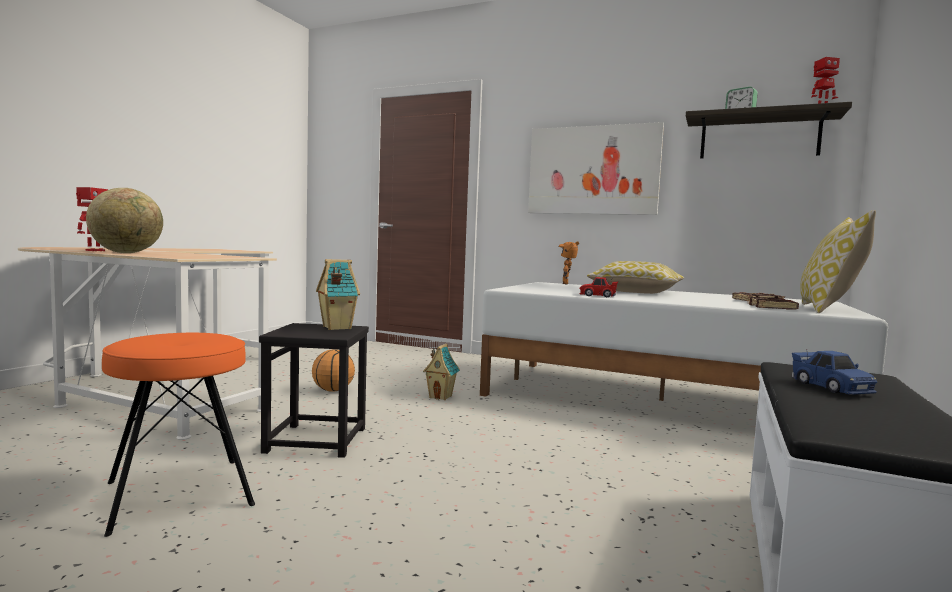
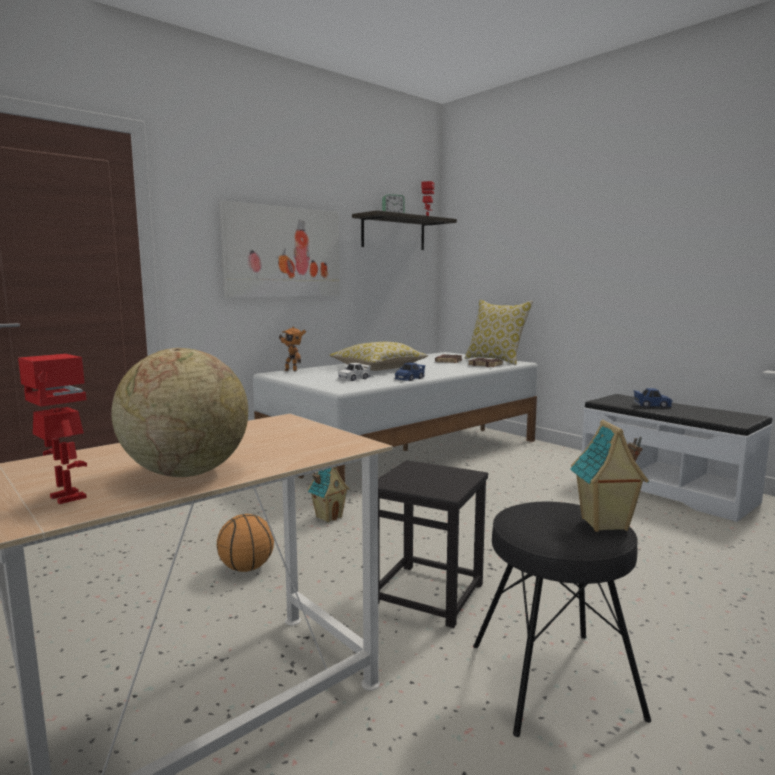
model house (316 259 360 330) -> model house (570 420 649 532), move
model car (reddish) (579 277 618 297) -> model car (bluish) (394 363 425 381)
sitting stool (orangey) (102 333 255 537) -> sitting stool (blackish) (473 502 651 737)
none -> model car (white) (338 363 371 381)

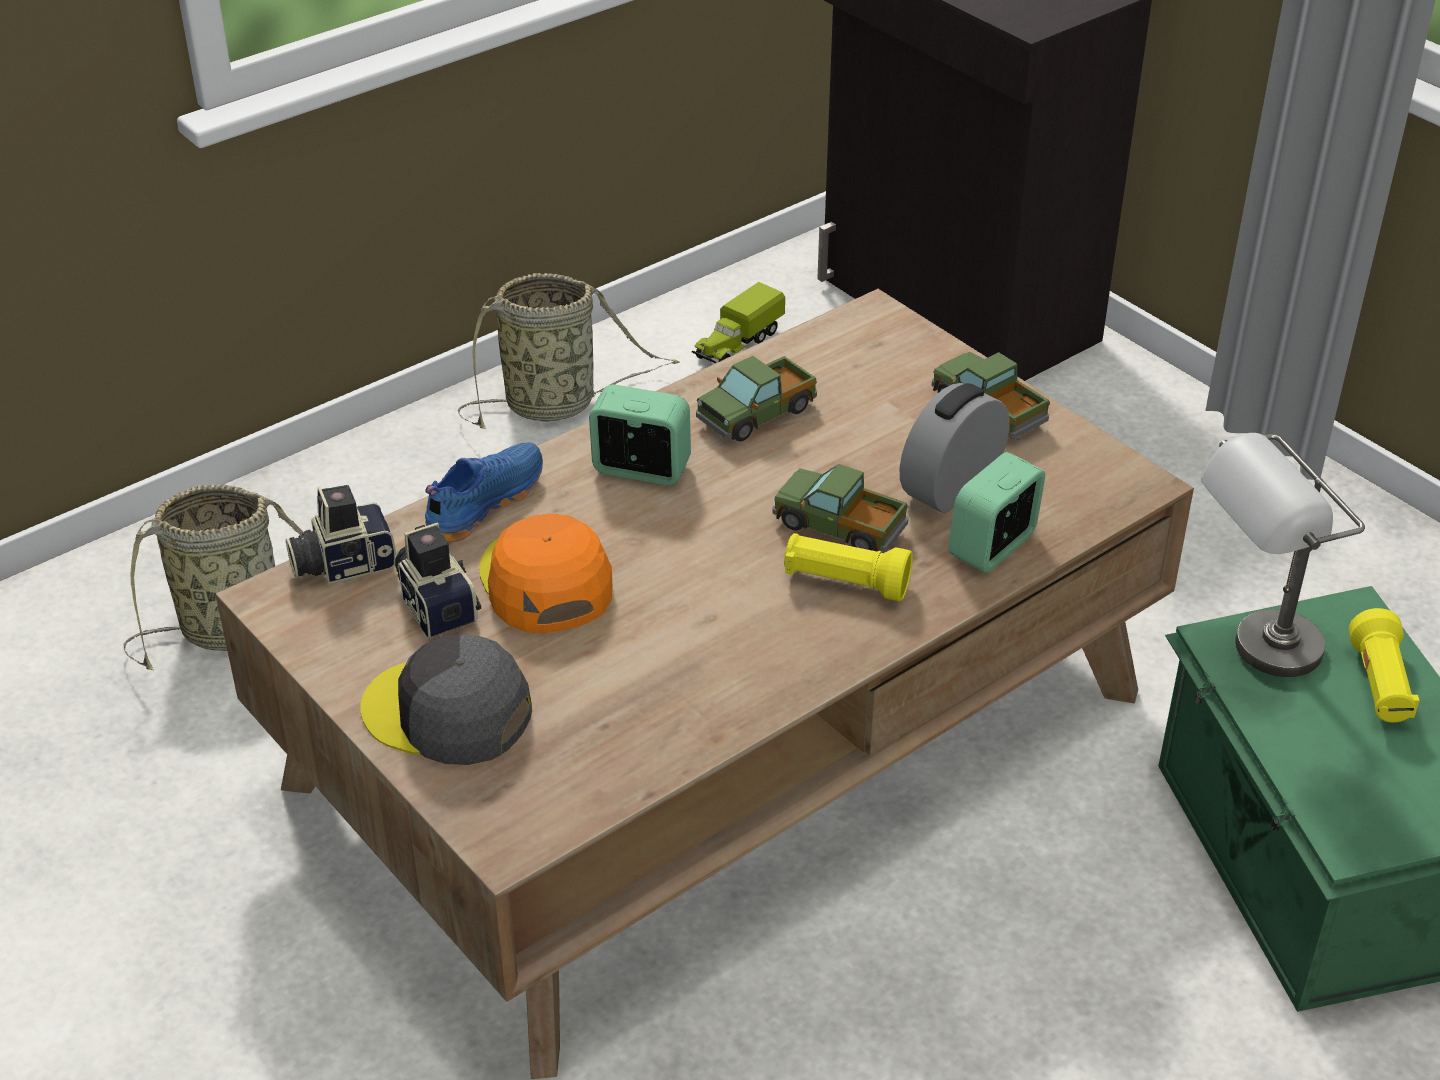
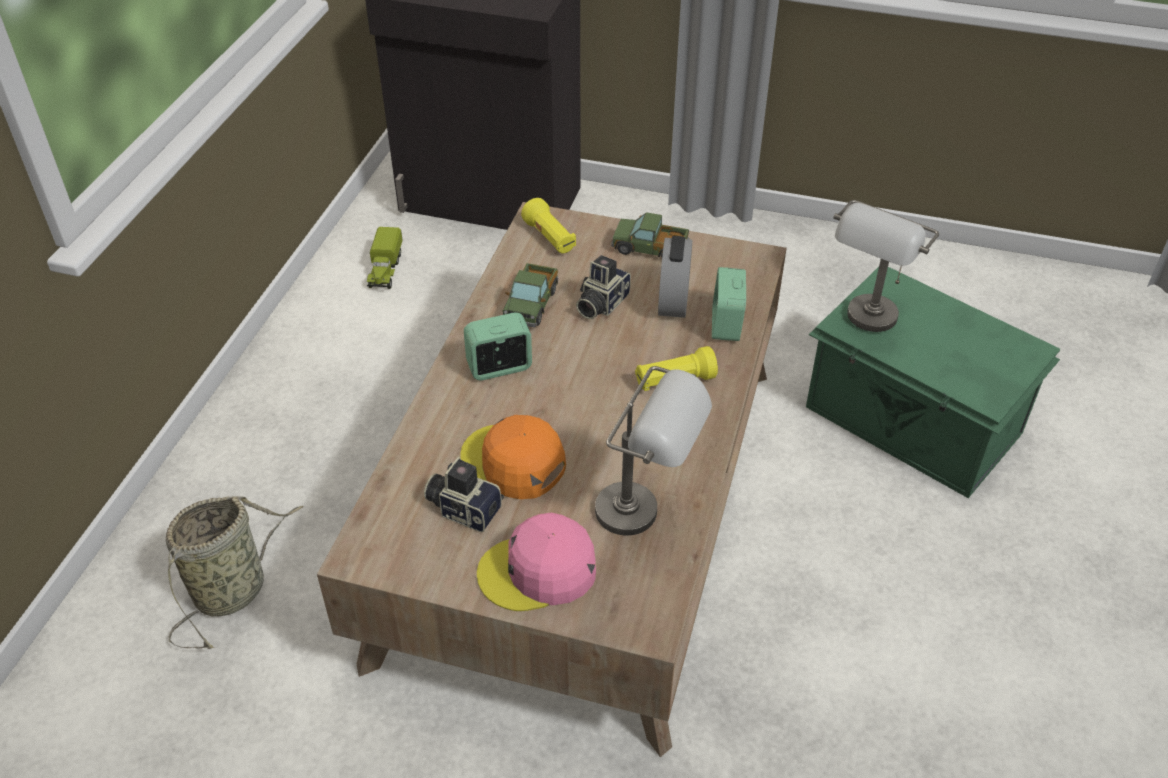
basket (458 273 680 429) -> none
shoe (bluish) (425 442 543 542) -> none
model truck (772 464 908 553) -> none
photo camera (286 485 396 585) -> photo camera (576 255 631 319), move
torch (yellow) (1349 608 1420 722) -> torch (yellow) (521 198 576 254), move
peaked cap (gray) (360 634 532 765) -> peaked cap (pink-coloured) (477 513 596 611)
none -> table lamp (gray) (595 366 712 535)

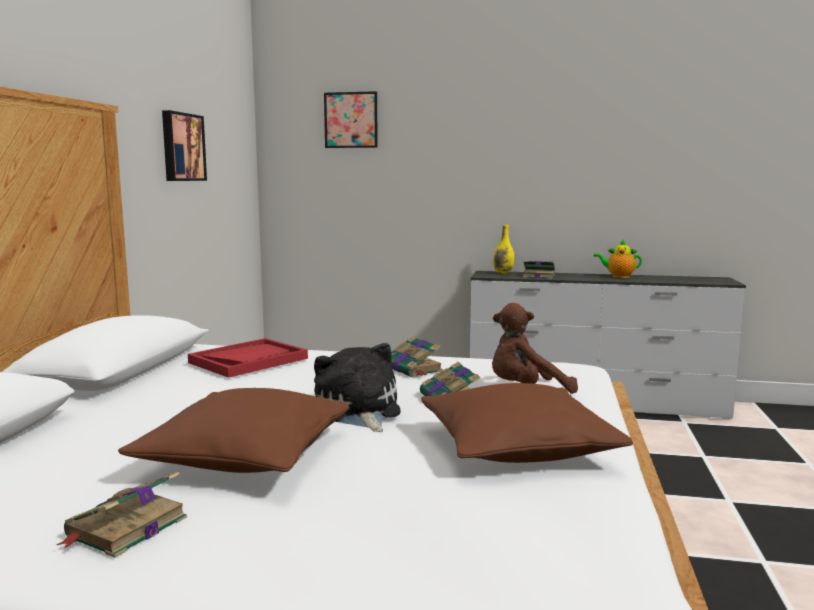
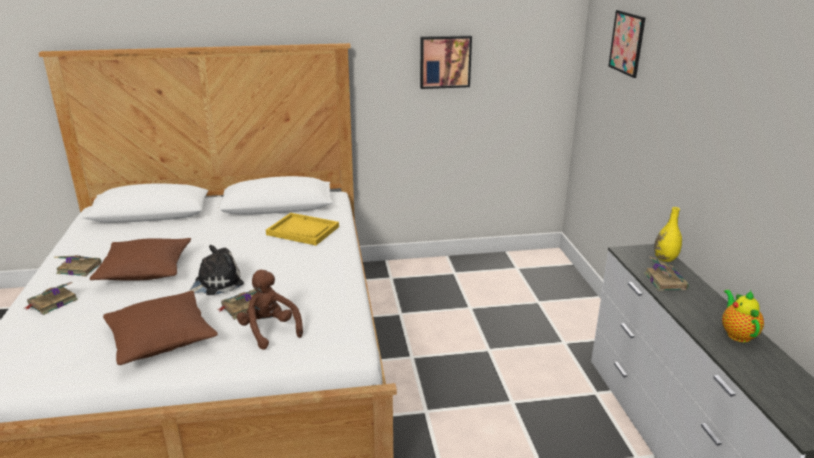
volume (391 336 443 377) -> volume (23 282 78 315), move
carrying tray (reddish) (188 338 308 378) -> carrying tray (yellow) (266 213 339 246)

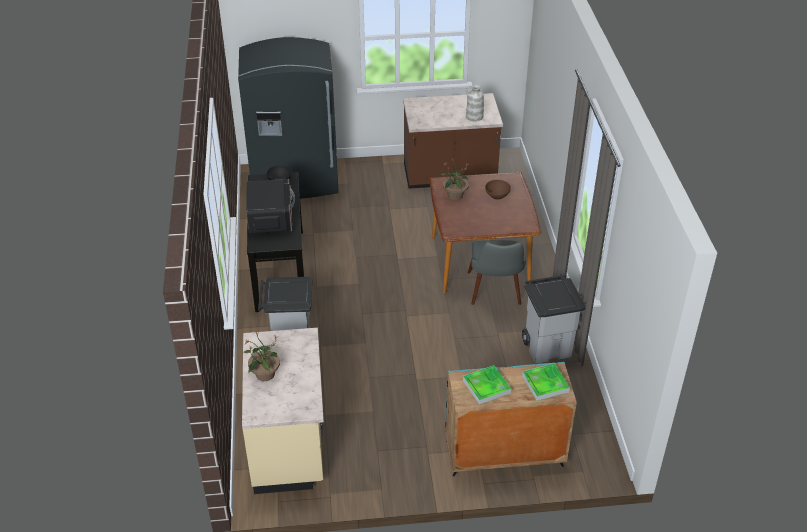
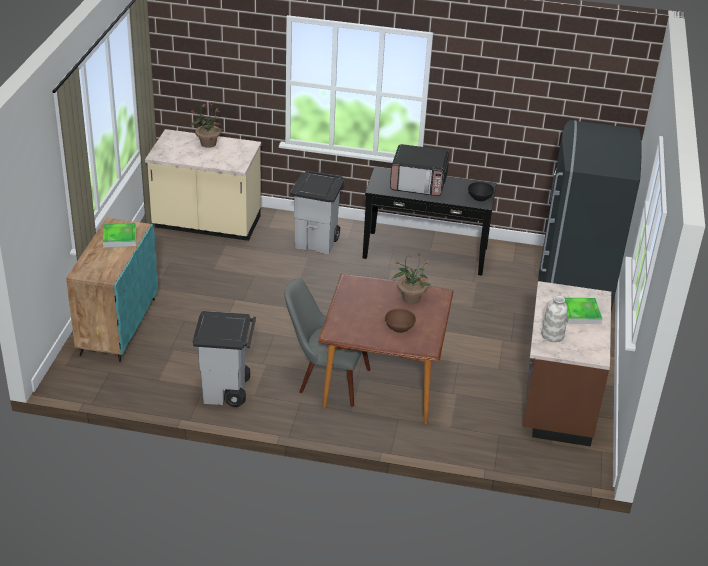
carrying tray (522 363 570 401) -> carrying tray (565 298 603 324), move

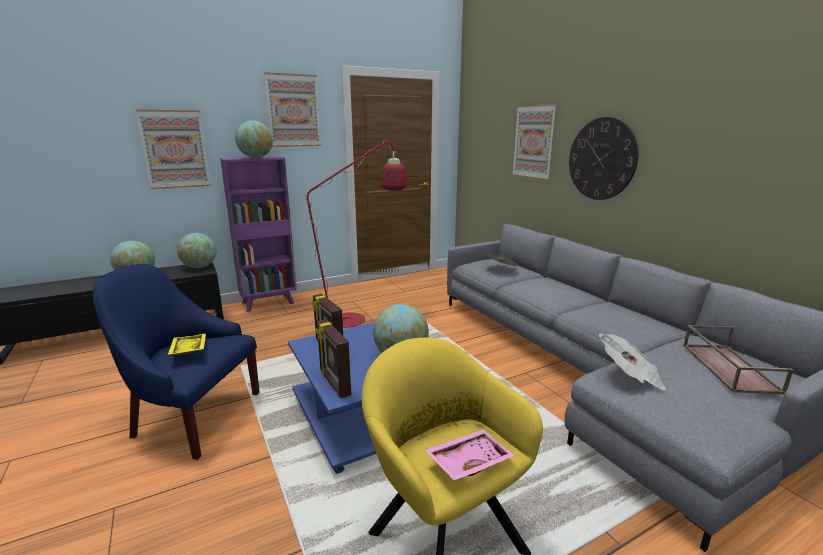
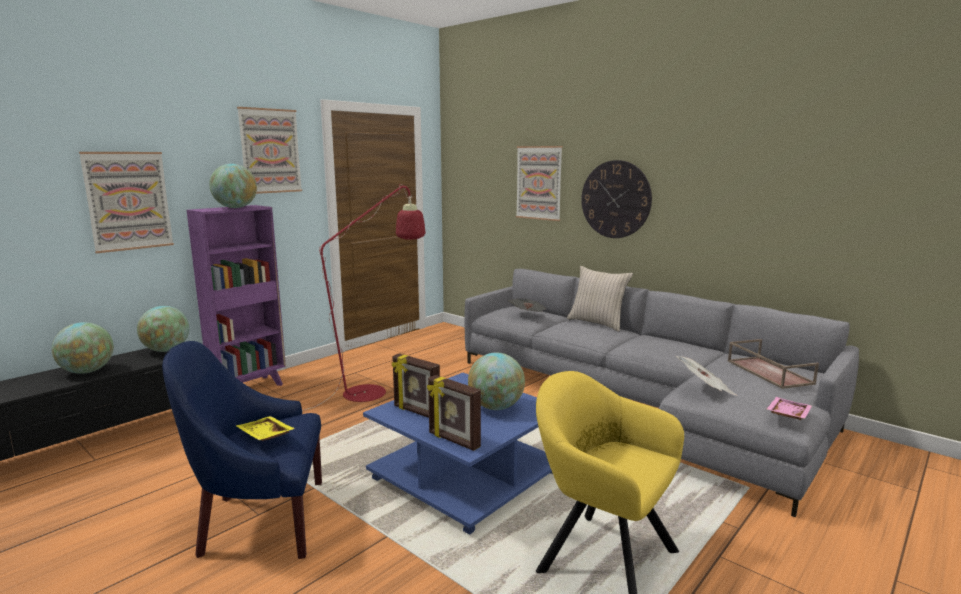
carrying tray (pink-coloured) (425 429 515 480) -> carrying tray (pink-coloured) (767 397 812 420), move
none -> throw pillow (beige-coloured) (567 266 633 332)

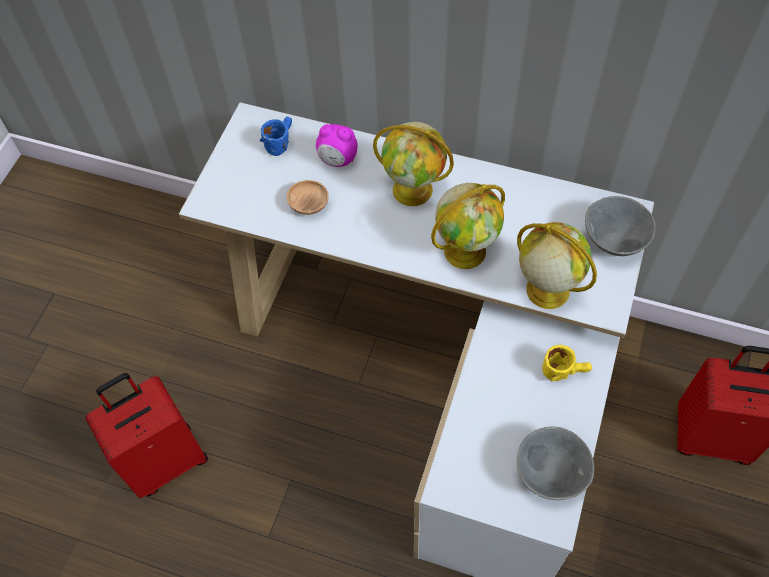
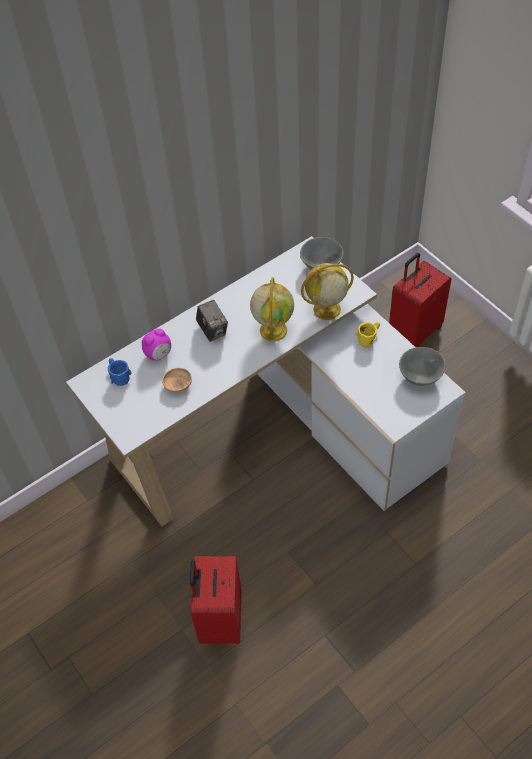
globe (373 122 454 206) -> photo camera (196 300 228 342)

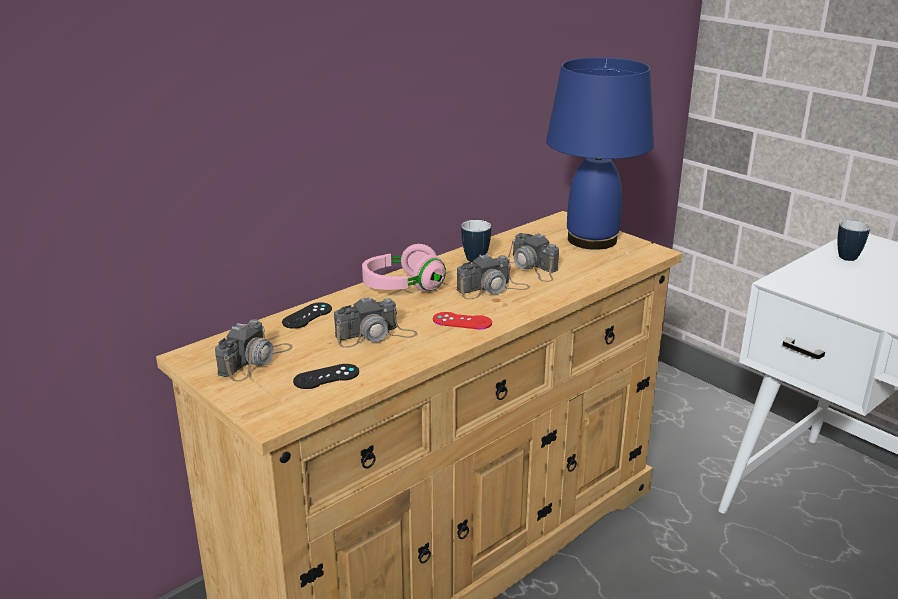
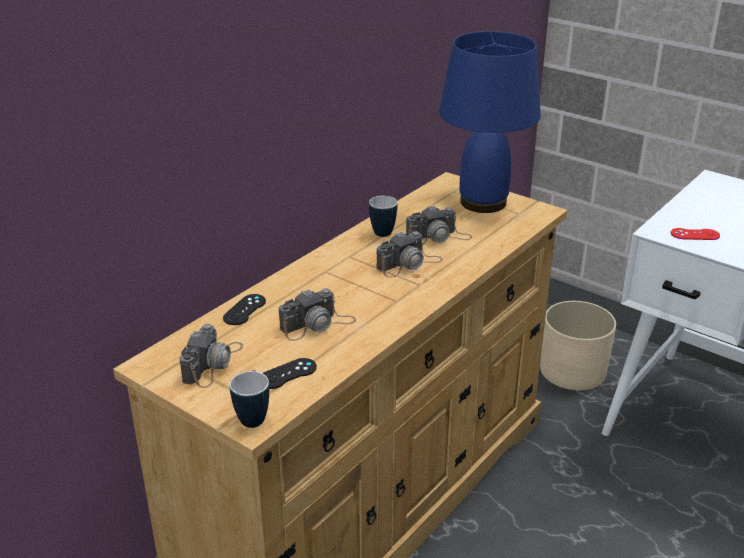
coffee mug (837 220 870 261) -> coffee mug (230 370 269 428), move
photo camera (507 233 559 282) -> photo camera (406 206 472 245), 60 degrees counterclockwise
headphones (pink-coloured) (362 244 446 292) -> none
gamepad (reddish) (433 312 492 329) -> gamepad (reddish) (671 228 720 240), move
none -> flower pot (beige-coloured) (540 301 616 391)

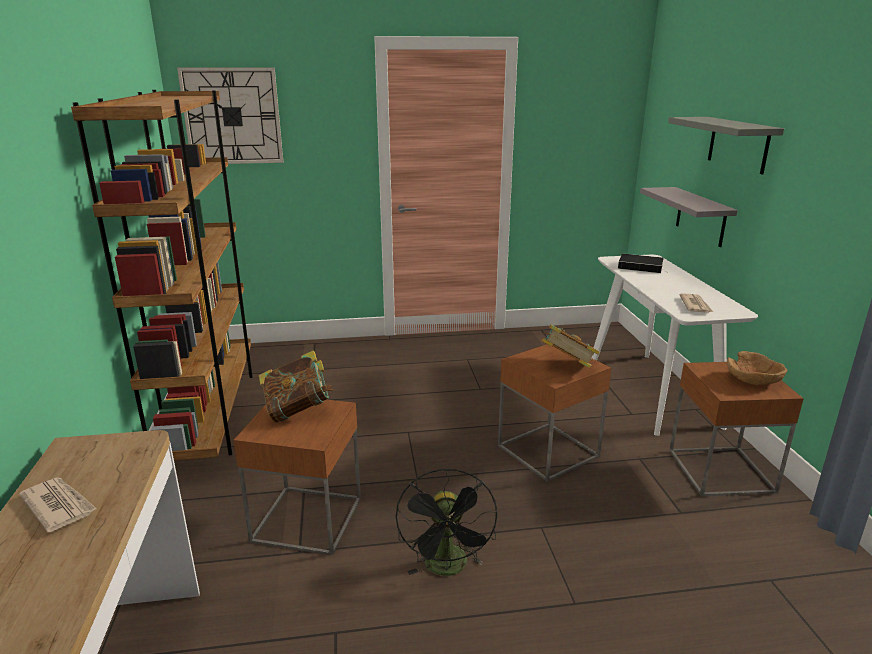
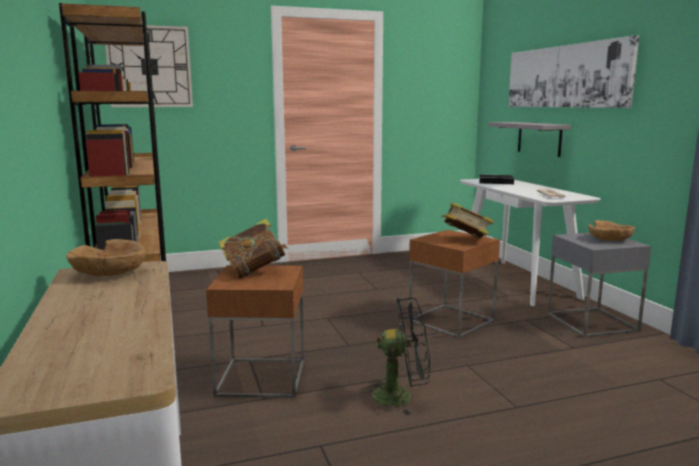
wall shelf (gray) (668 117 784 175) -> picture (508 35 639 108)
end table (brown-coloured) (669 361 804 496) -> end table (gray) (547 233 651 337)
fan (blackish) (395 468 497 576) -> fan (blackish) (361 298 430 415), 75 degrees counterclockwise
daily paper (19 477 97 533) -> none
none -> bowl (brown-coloured) (66 239 146 276)

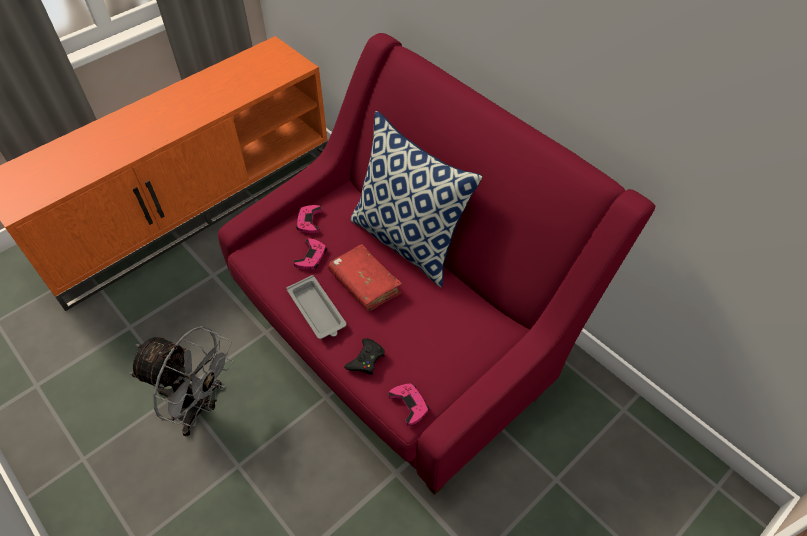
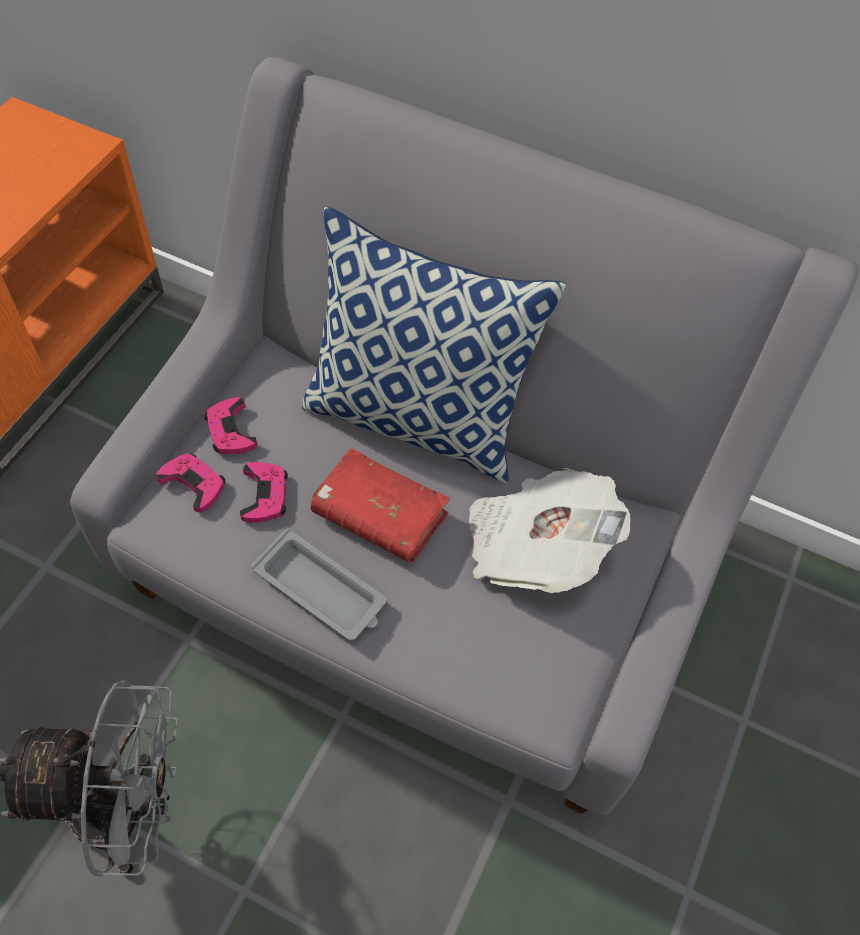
sofa (reddish) (218 33 655 495) -> sofa (gray) (70 57 858 816)
gamepad (blackish) (344 338 385 375) -> none
gamepad (pink-coloured) (389 383 429 426) -> gamepad (pink-coloured) (156 453 225 513), move
none -> daily paper (469 468 631 593)

